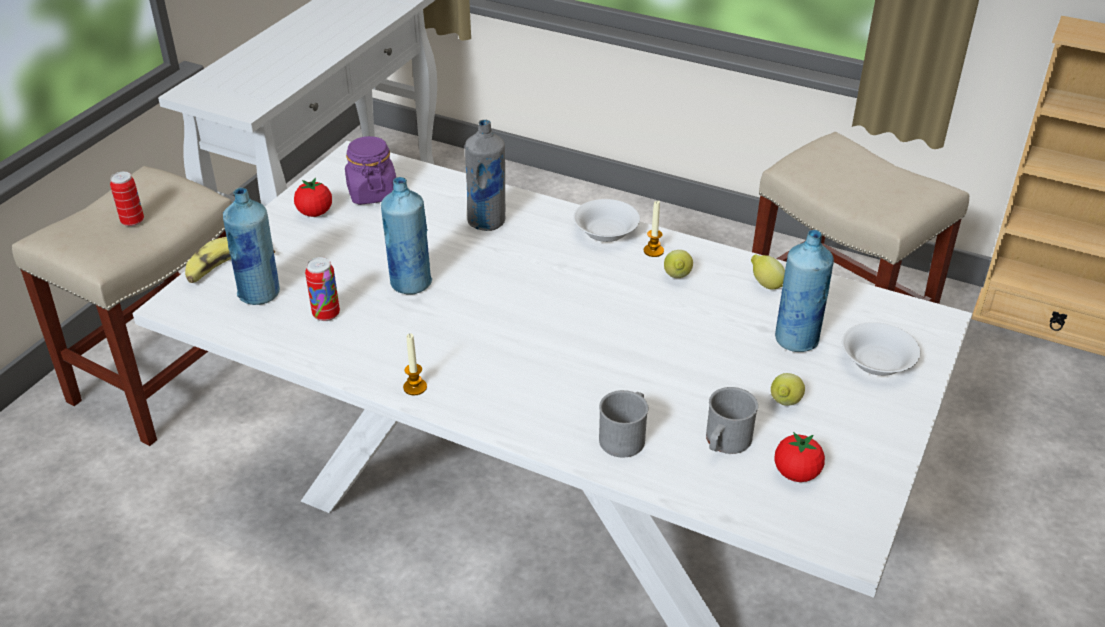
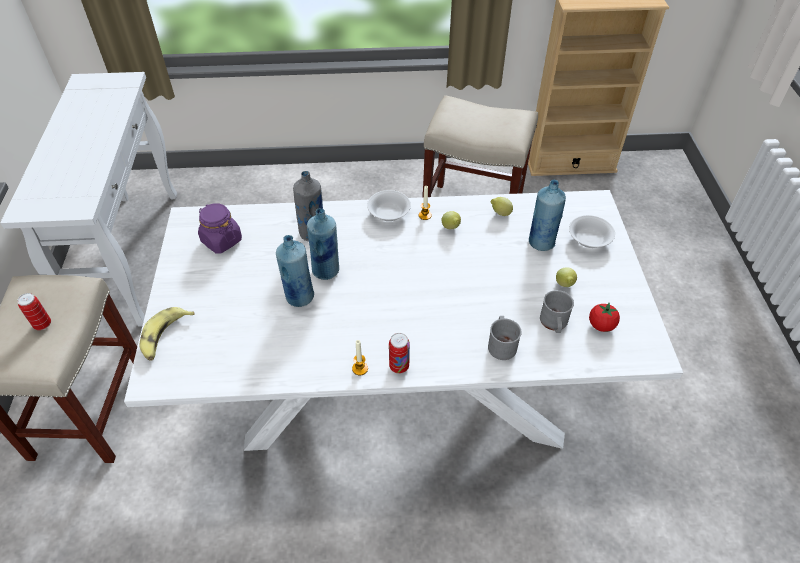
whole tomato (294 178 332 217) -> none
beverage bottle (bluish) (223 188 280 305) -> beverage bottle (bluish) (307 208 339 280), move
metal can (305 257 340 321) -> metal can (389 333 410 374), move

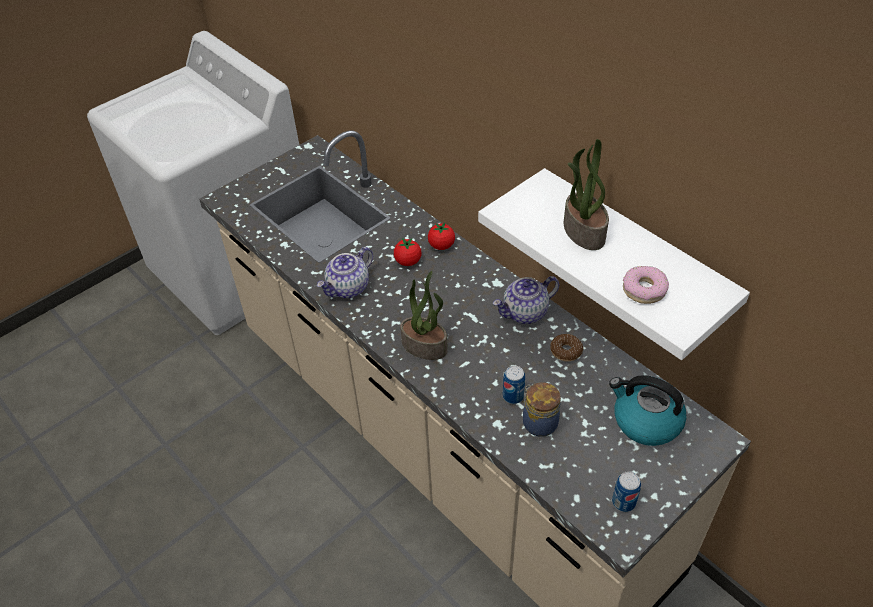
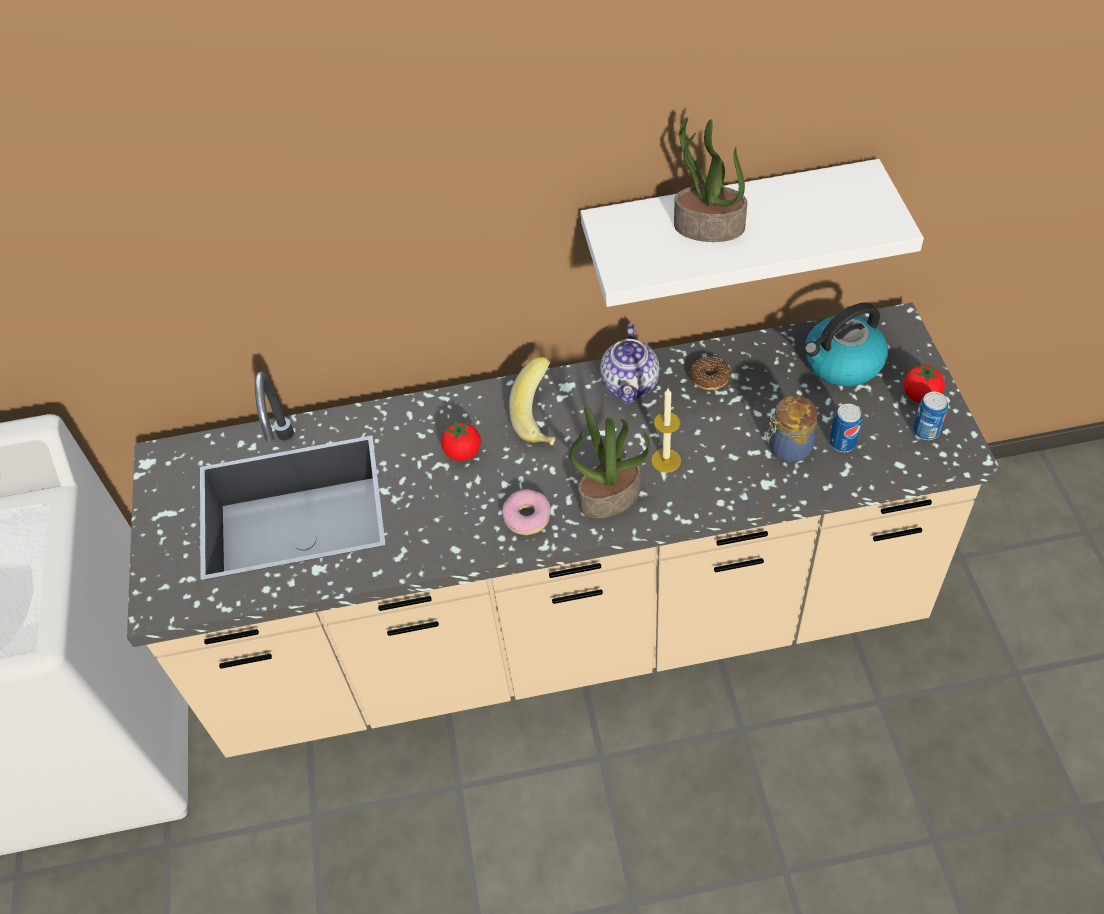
whole tomato (428 222 455 250) -> whole tomato (904 364 945 403), move
tea pot (317 247 373 298) -> none
donut (623 266 669 304) -> donut (502 489 551 535), move
metal can (503 366 525 404) -> metal can (829 404 862 452), move
none -> whole banana (509 357 556 445)
none -> wax light (651 388 681 473)

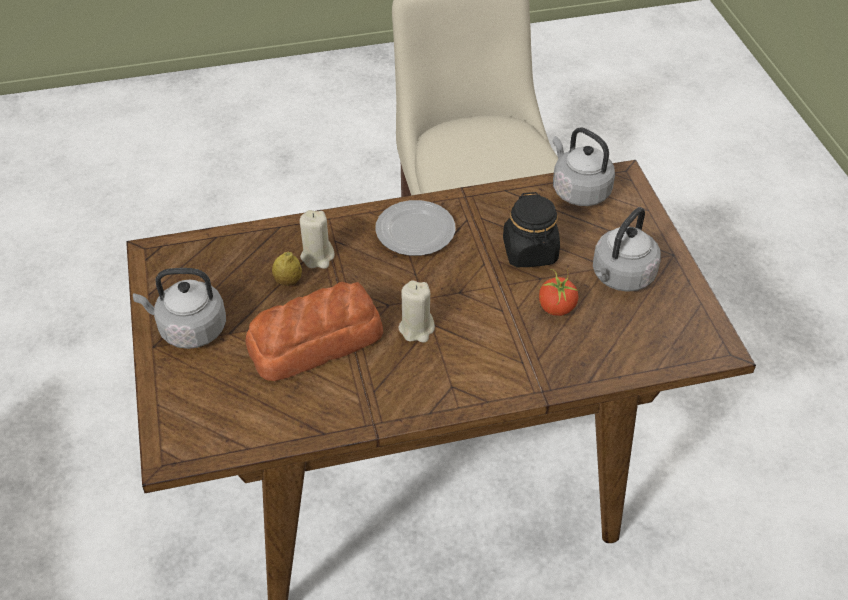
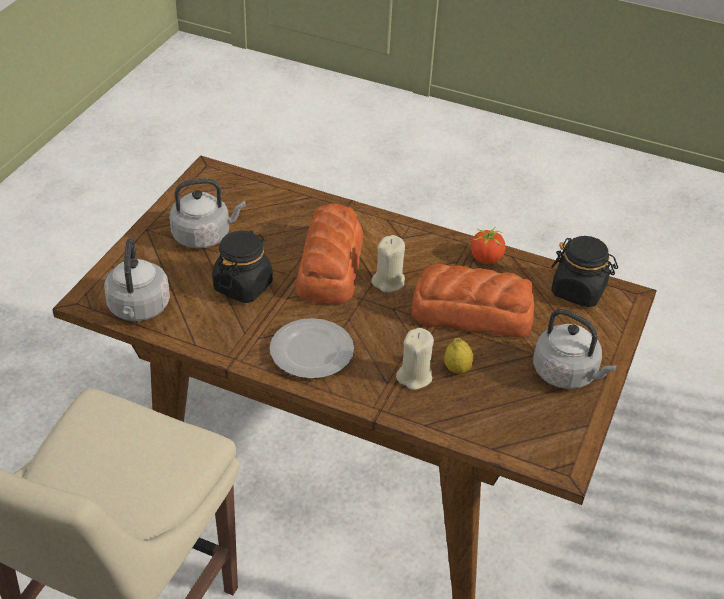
whole tomato (539 269 579 316) -> whole tomato (471 226 505 264), move
none -> bread (295 203 363 304)
none -> preserve jar (blackish) (551 236 618 307)

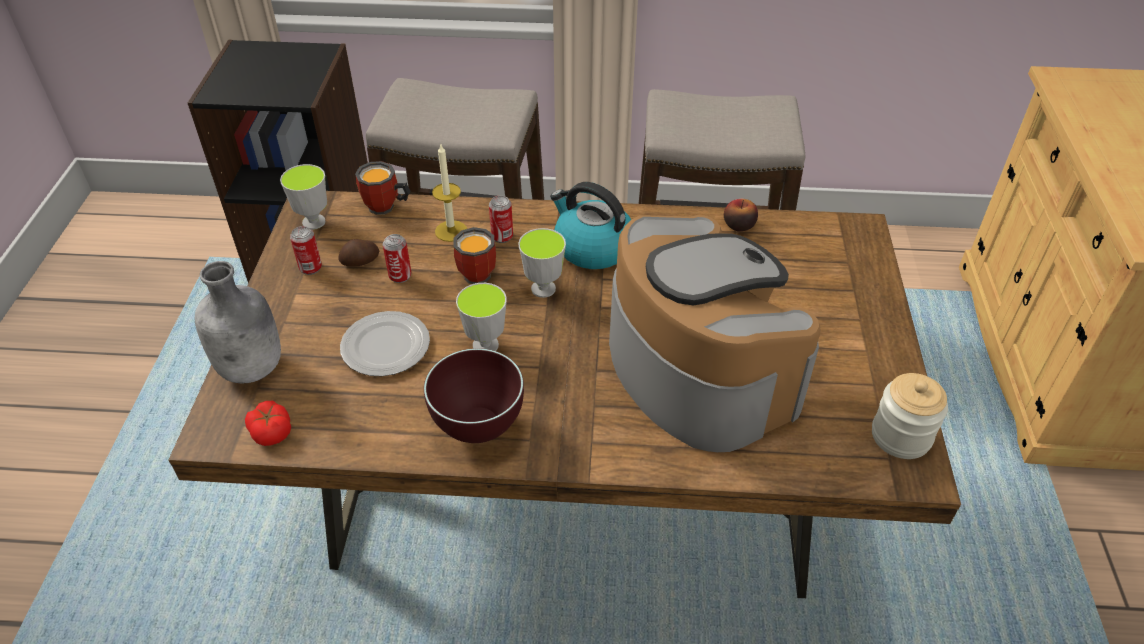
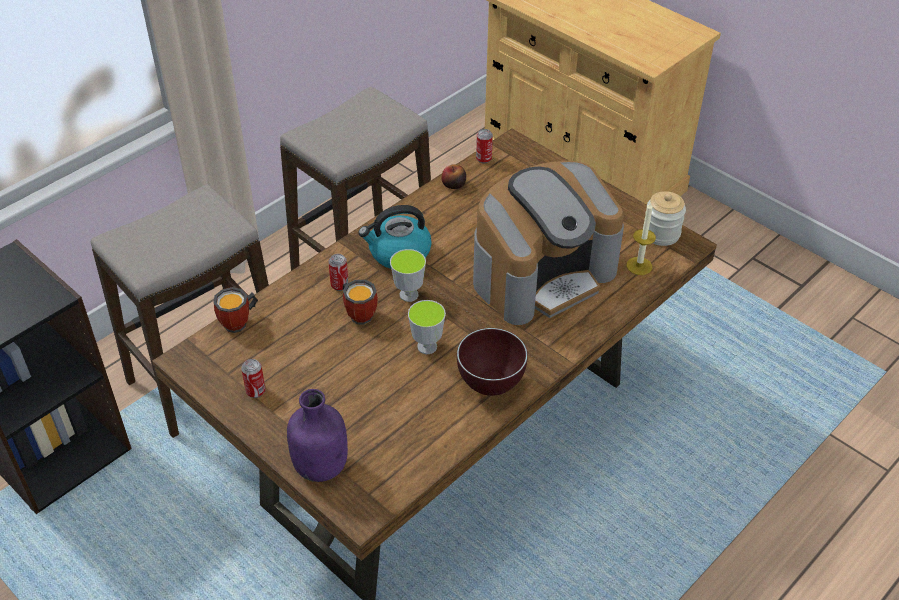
wax light (432 143 467 242) -> wax light (627 202 656 275), move
small cup (280 164 327 230) -> none
coffee brewer (609 215 821 452) -> coffee brewer (473 161 624 325), 135 degrees clockwise
metal can (383 234 411 283) -> metal can (476 129 493 163), move
whole potato (338 239 379 266) -> none
beverage bottle (gray) (195 261 281 384) -> beverage bottle (purple-coloured) (287 389 348 482)
plate (340 311 430 376) -> none
whole tomato (245 401 291 446) -> none

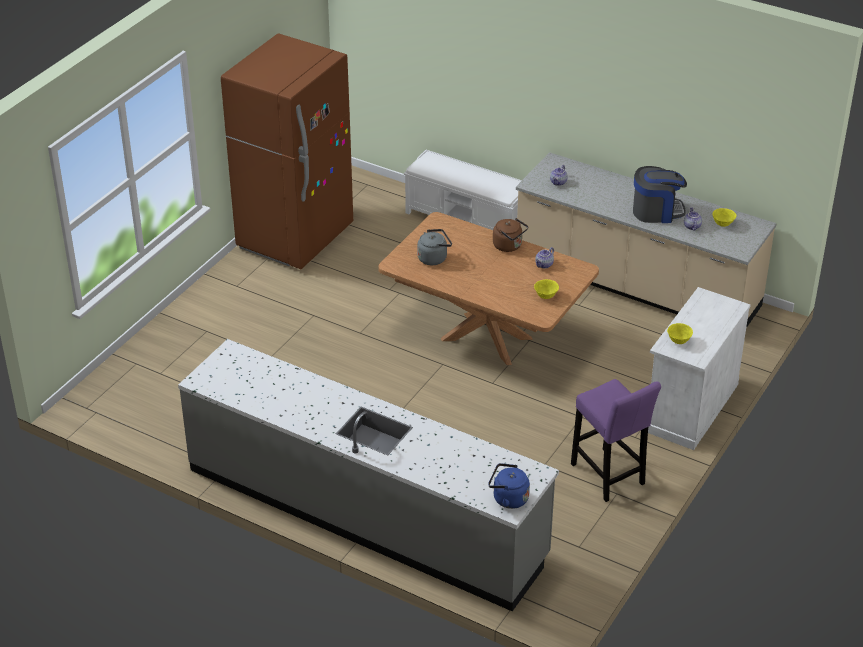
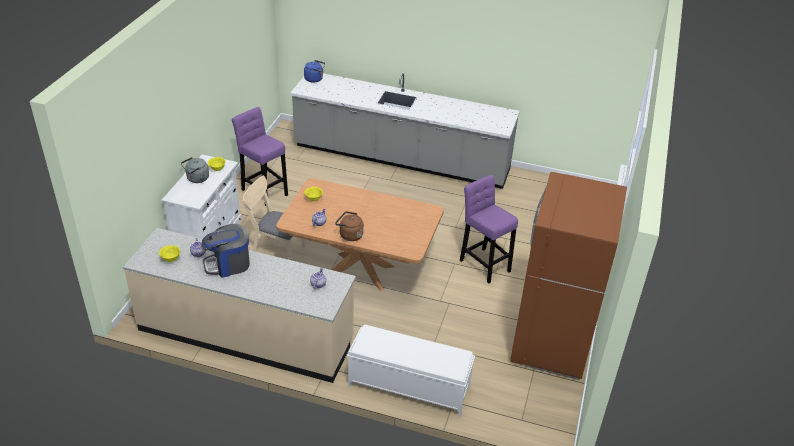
water kettle (gray) (417 229 452 265) -> water kettle (gray) (181 157 209 183), move
none -> sitting stool (purple-coloured) (460 175 518 283)
none -> plain chair (beige-coloured) (242 176 306 260)

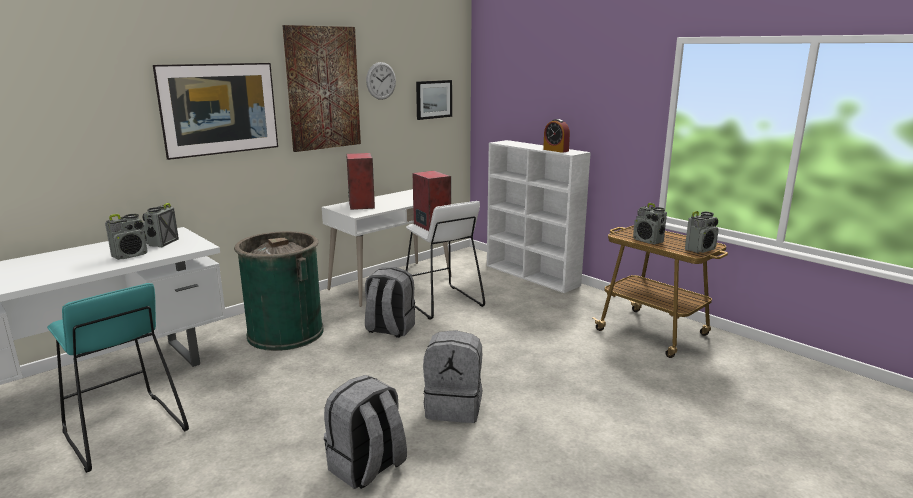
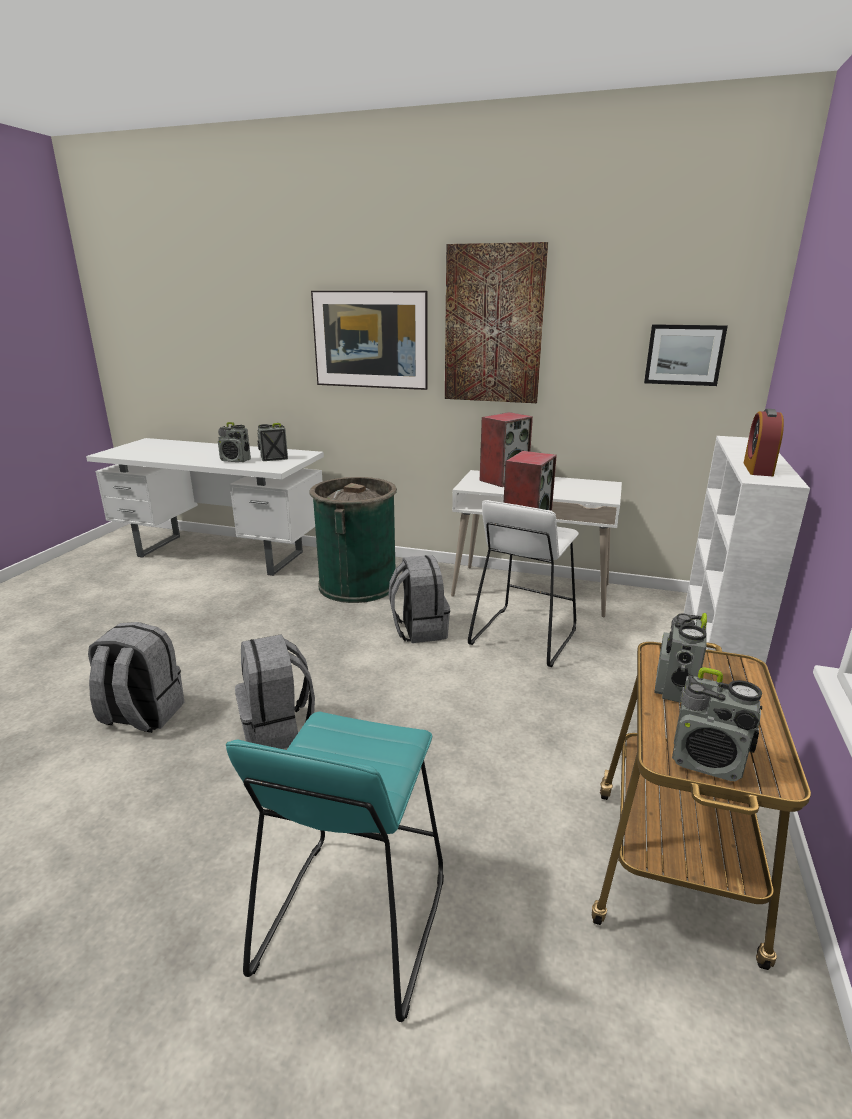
wall clock (366 62 396 100) -> none
sitting stool (turquoise) (47 283 189 473) -> sitting stool (turquoise) (226 711 444 1022), move

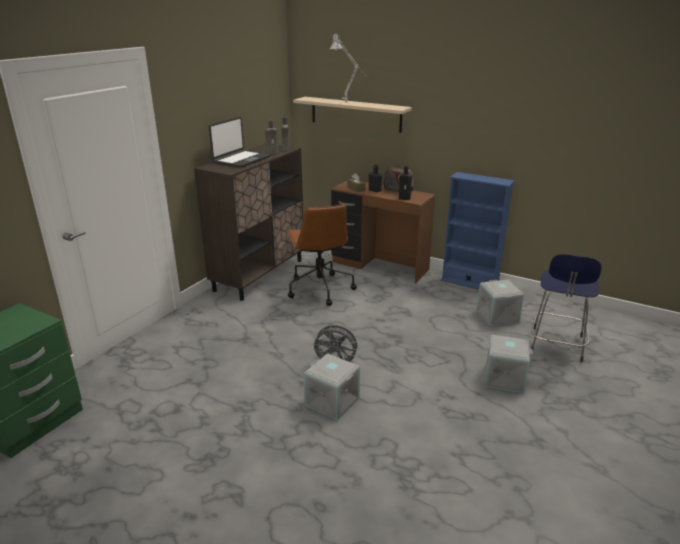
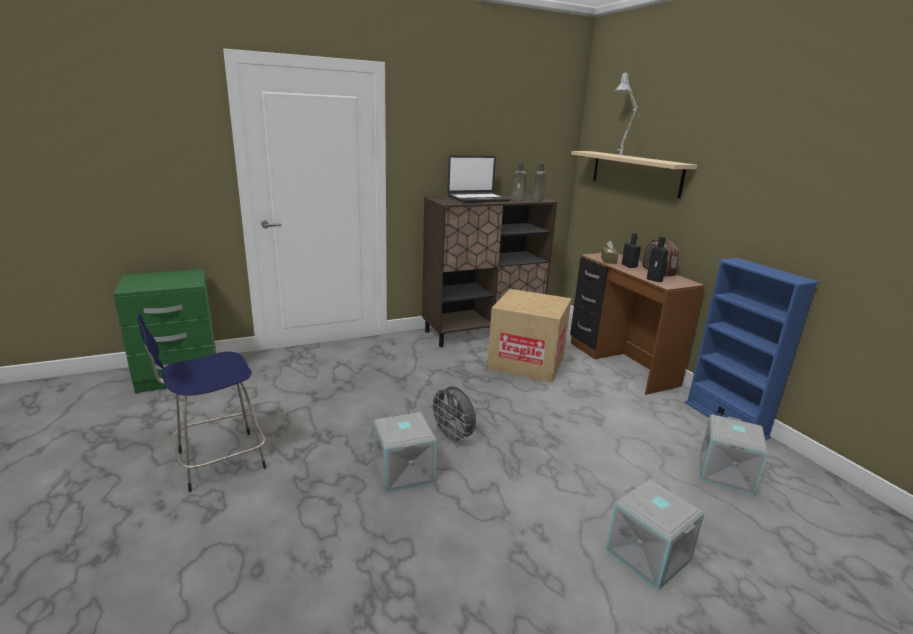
office chair (brown-coloured) (287 204 357 306) -> packing box (487 289 572 383)
sitting stool (bluish) (530 254 602 362) -> sitting stool (bluish) (137 313 266 492), move

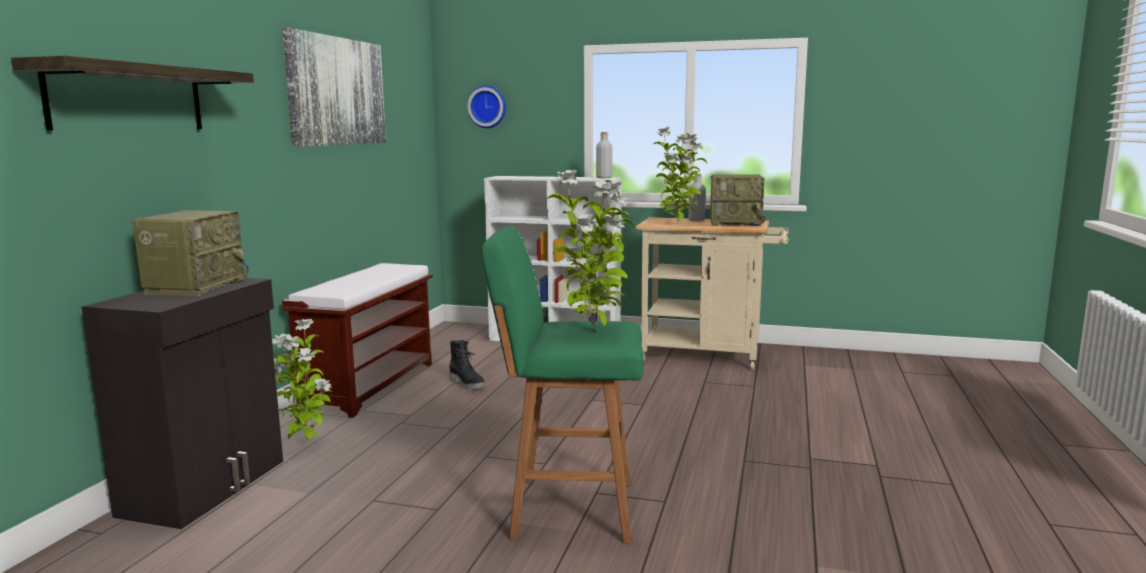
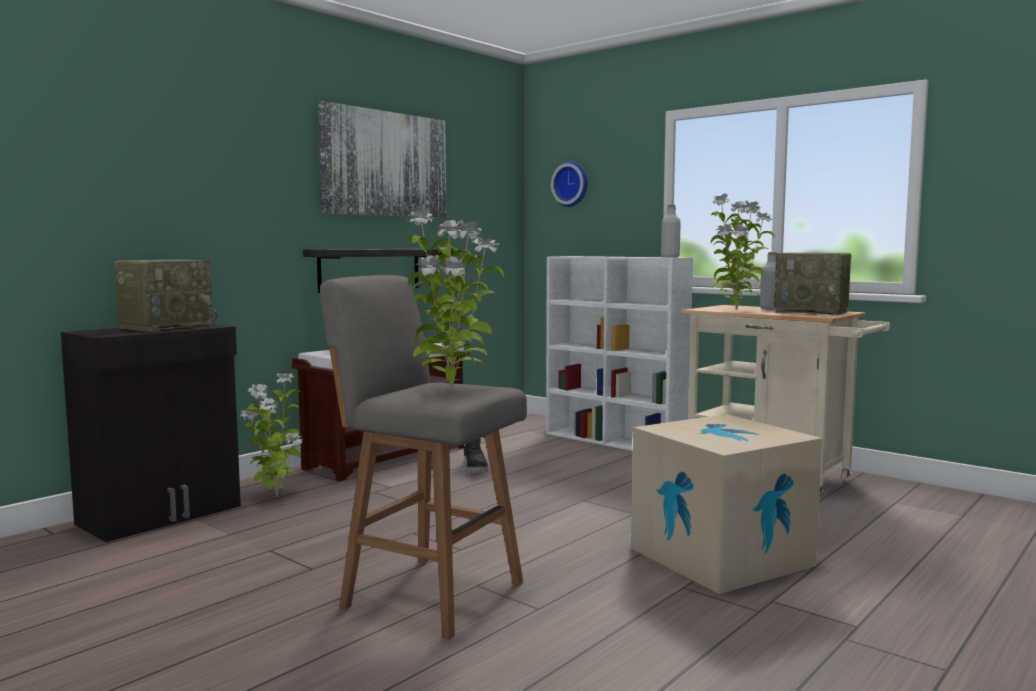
wall shelf (11 55 254 130) -> wall shelf (303 249 454 293), move
sitting stool (greenish) (481 227 644 544) -> sitting stool (gray) (320 275 527 639)
none -> packing box (631 414 822 594)

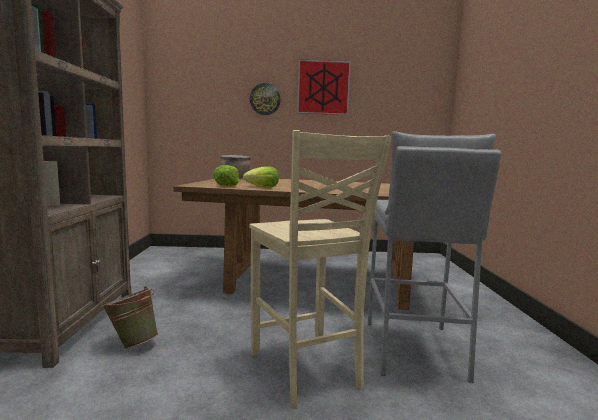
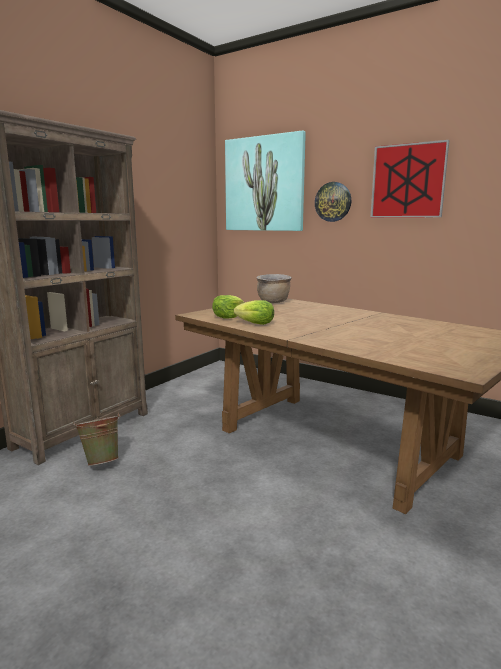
plain chair (beige-coloured) (249 130 392 409) -> none
sitting stool (gray) (368 131 501 383) -> none
none -> picture (225 131 306 231)

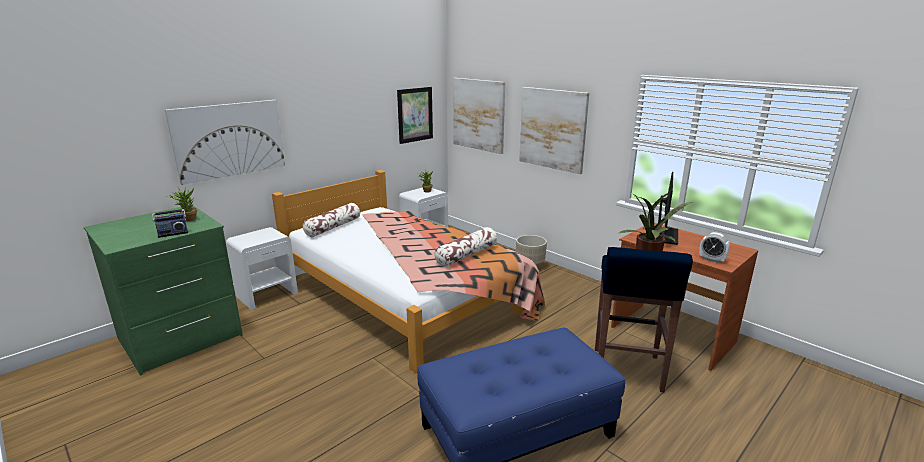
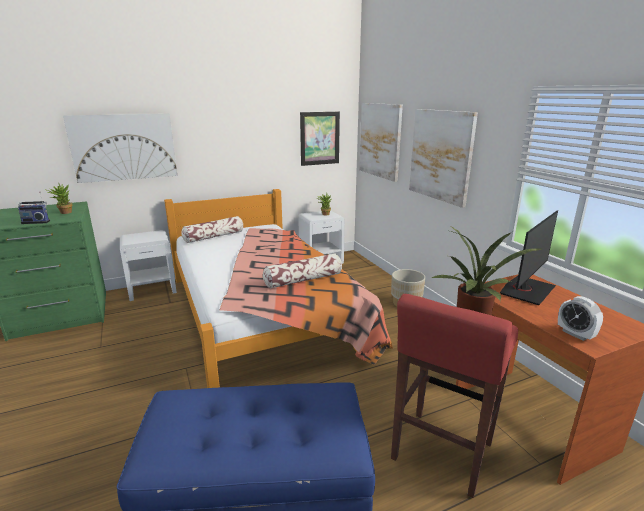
sitting stool (bluish) (595 247 693 392) -> sitting stool (reddish) (391 294 518 498)

